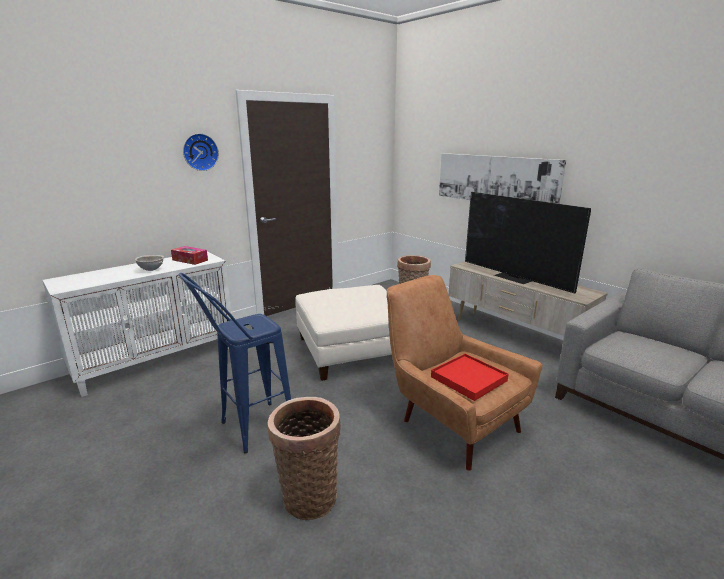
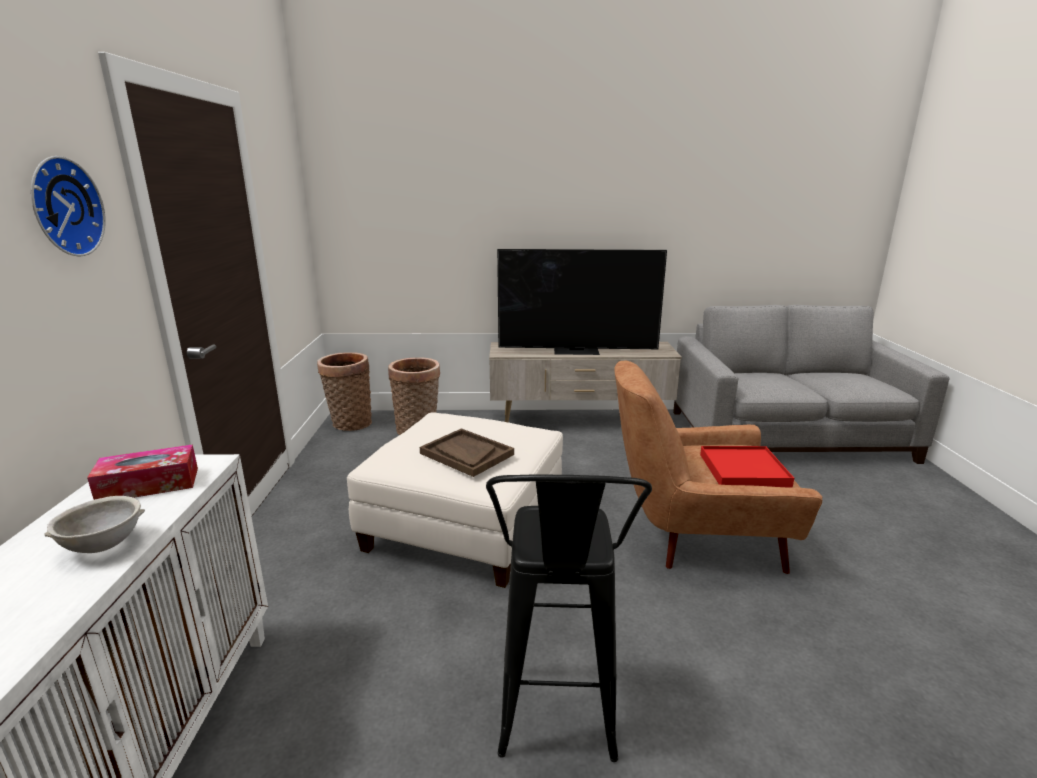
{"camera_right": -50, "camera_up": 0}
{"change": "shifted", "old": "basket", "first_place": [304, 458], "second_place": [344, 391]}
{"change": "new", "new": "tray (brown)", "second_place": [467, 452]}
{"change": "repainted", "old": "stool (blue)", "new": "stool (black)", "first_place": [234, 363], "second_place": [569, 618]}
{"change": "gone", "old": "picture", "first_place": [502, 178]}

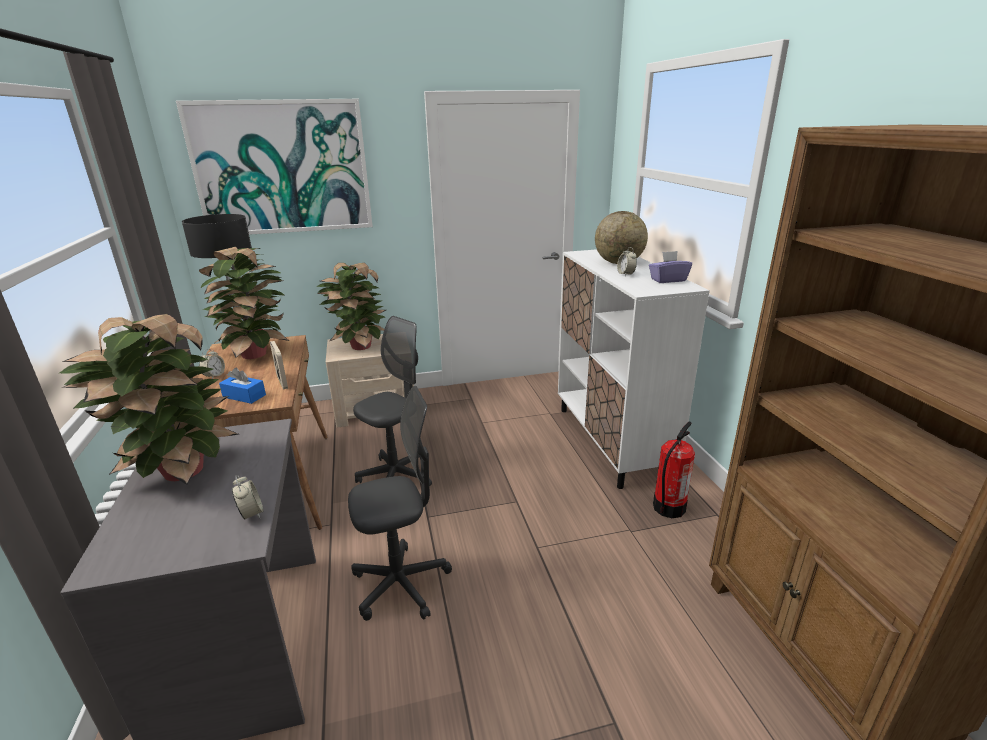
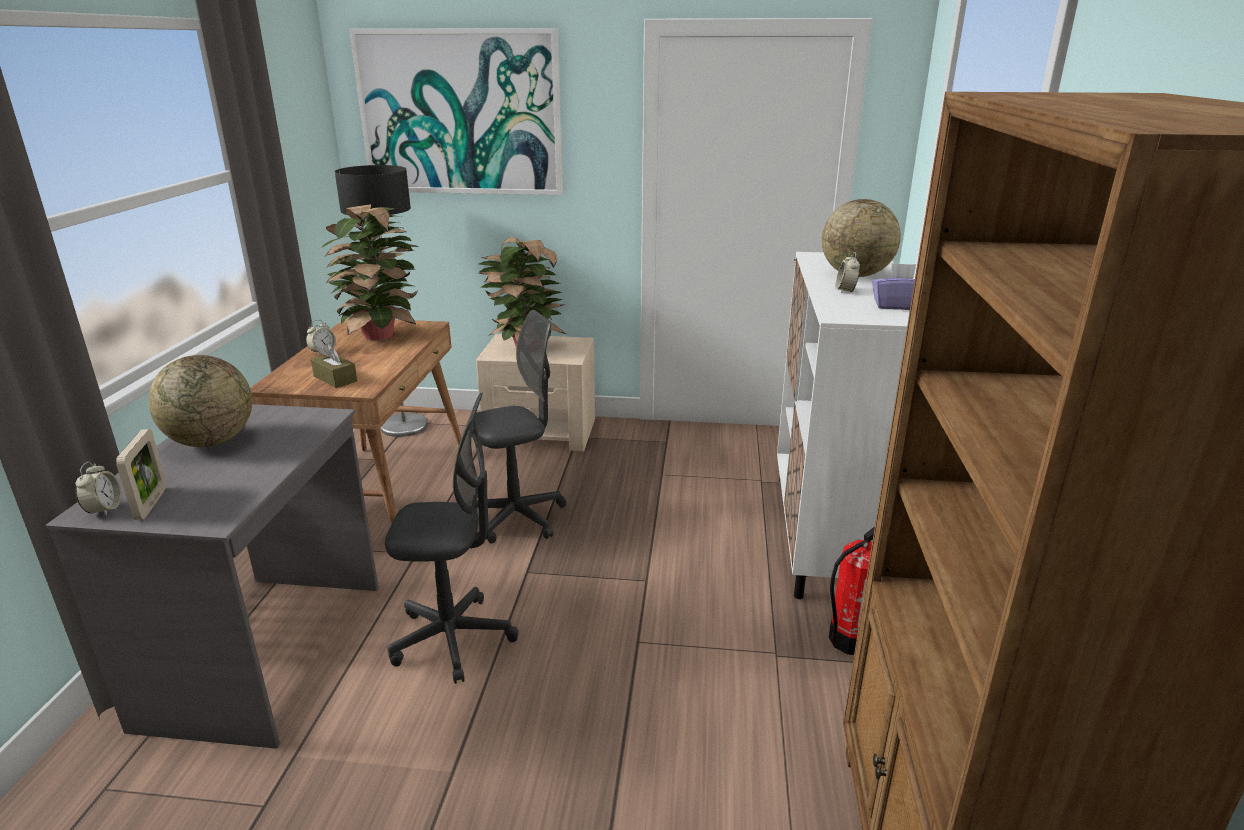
{"camera_right": 20, "camera_up": 0}
{"change": "shifted", "old": "alarm clock", "first_place": [247, 497], "second_place": [98, 489]}
{"change": "shifted", "old": "picture frame", "first_place": [279, 365], "second_place": [141, 474]}
{"change": "swapped", "old": "potted plant", "new": "globe", "first_place": [148, 399], "second_place": [200, 401]}
{"change": "repainted", "old": "tissue box (blue)", "new": "tissue box (brown)", "first_place": [242, 386], "second_place": [334, 366]}

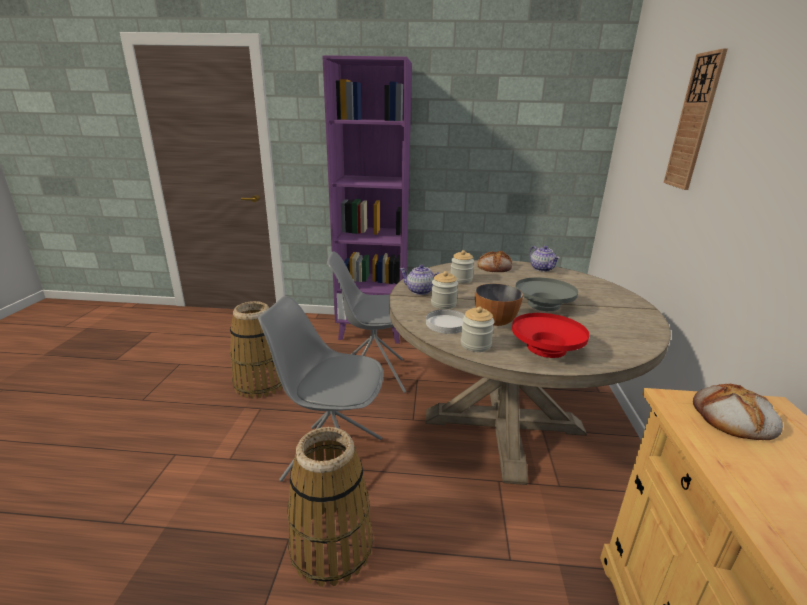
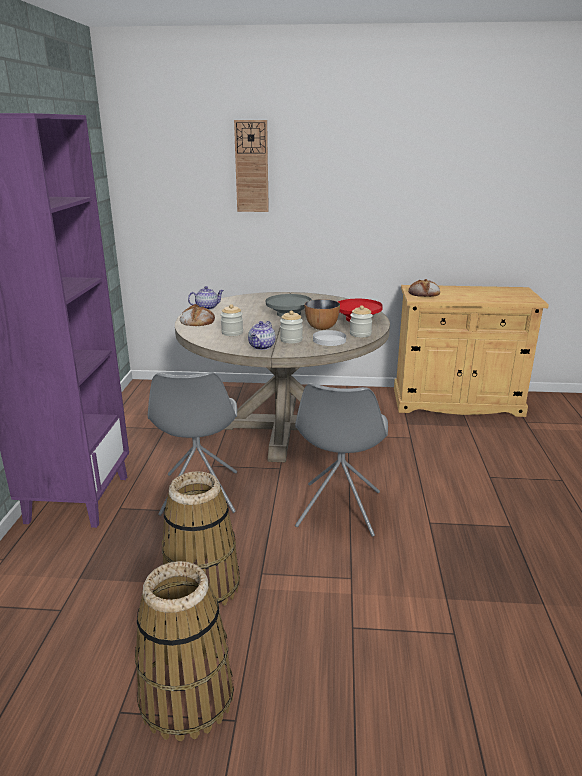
{"camera_right": -90, "camera_up": 0}
{"change": "shifted", "old": "basket", "first_place": [330, 507], "second_place": [184, 651]}

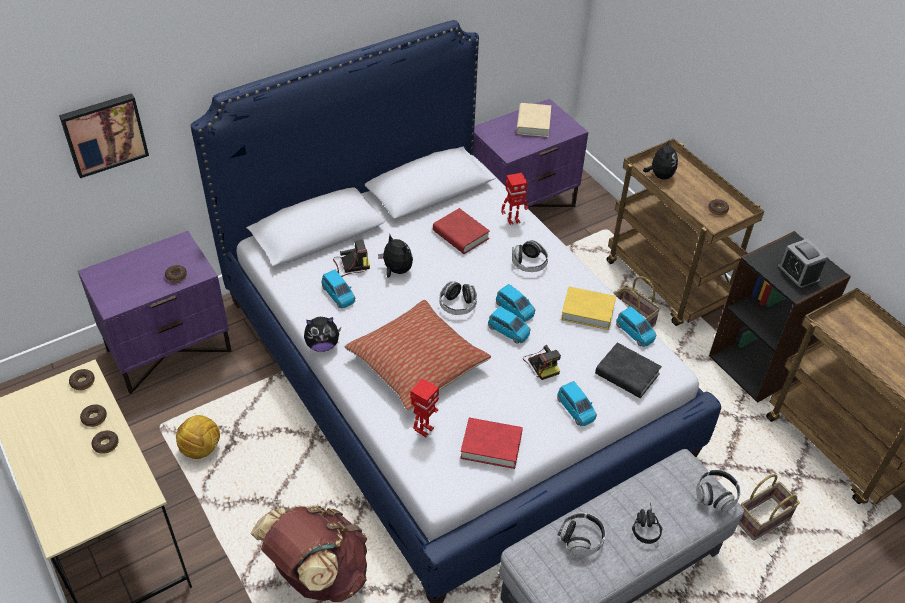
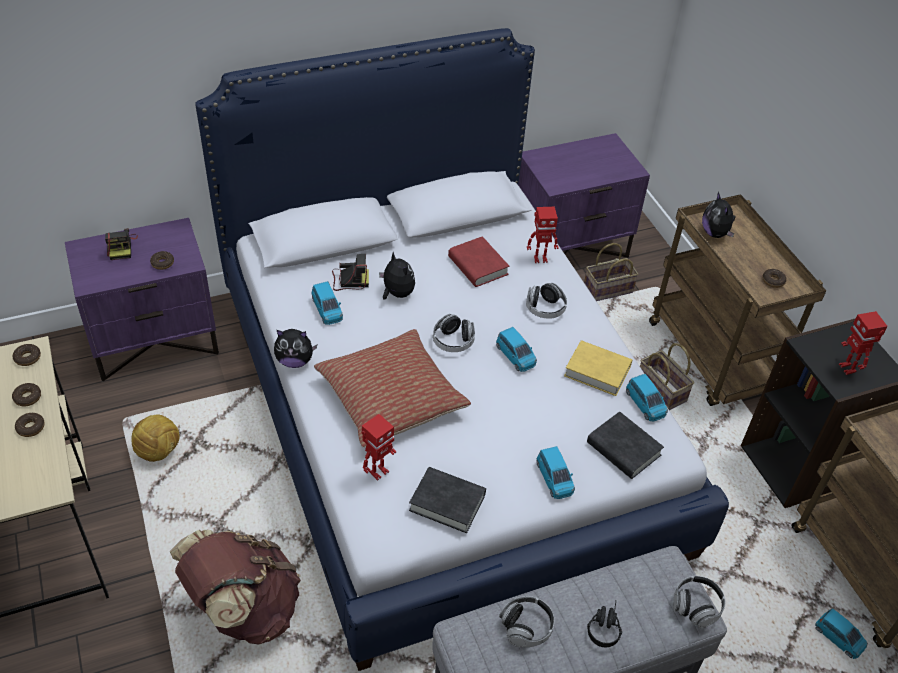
{"camera_right": 10, "camera_up": 0}
{"change": "shifted", "old": "photo camera", "first_place": [542, 362], "second_place": [121, 244]}
{"change": "repainted", "old": "book (red)", "new": "book (black)", "first_place": [491, 443], "second_place": [447, 500]}
{"change": "shifted", "old": "basket", "first_place": [769, 507], "second_place": [611, 272]}
{"change": "rotated", "old": "plush toy", "first_place": [660, 159], "second_place": [719, 215], "degrees": 150}
{"change": "shifted", "old": "toy car (blue)", "first_place": [509, 325], "second_place": [841, 633]}
{"change": "swapped", "old": "alarm clock", "new": "toy robot", "first_place": [802, 264], "second_place": [863, 343]}
{"change": "gone", "old": "picture", "first_place": [104, 135]}
{"change": "gone", "old": "book (beige)", "first_place": [533, 120]}

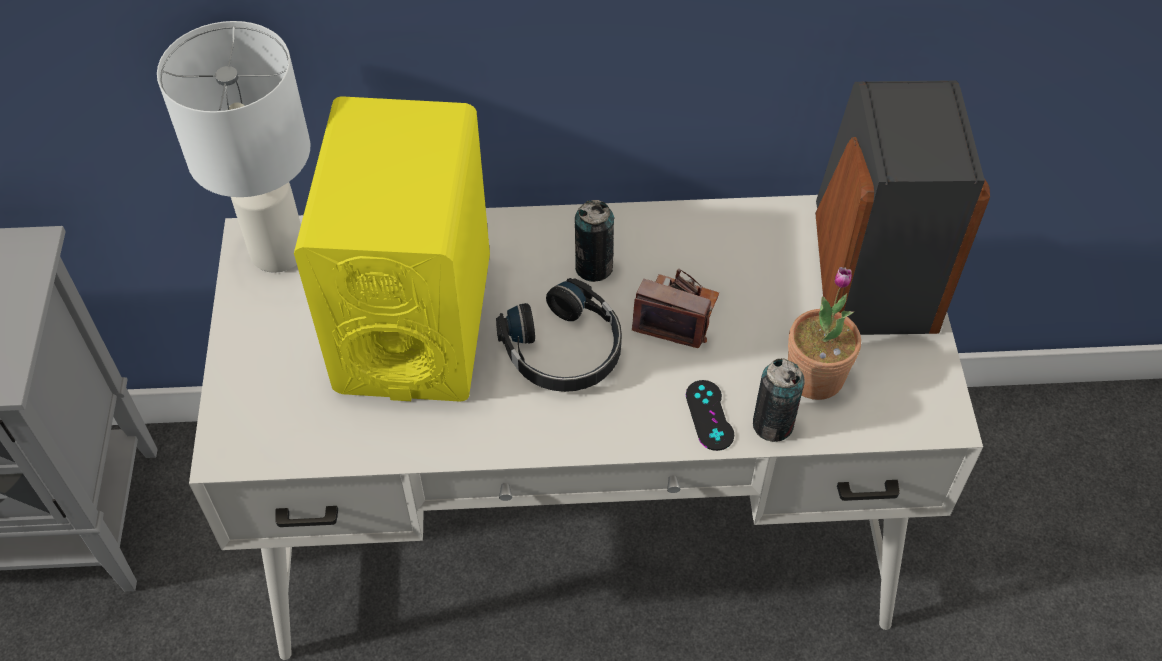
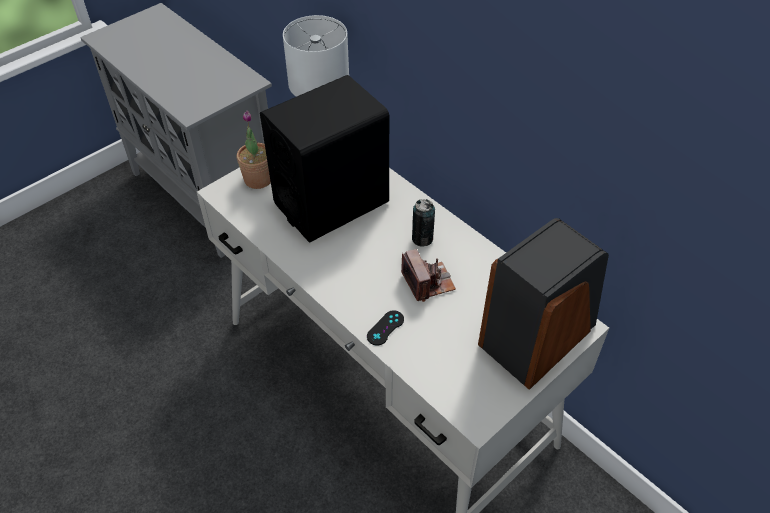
{"camera_right": 50, "camera_up": -5}
{"change": "shifted", "old": "potted plant", "first_place": [824, 333], "second_place": [254, 149]}
{"change": "repainted", "old": "speaker (yellow)", "new": "speaker (black)", "first_place": [392, 249], "second_place": [324, 158]}
{"change": "gone", "old": "headphones (black)", "first_place": [559, 335]}
{"change": "gone", "old": "can", "first_place": [779, 400]}

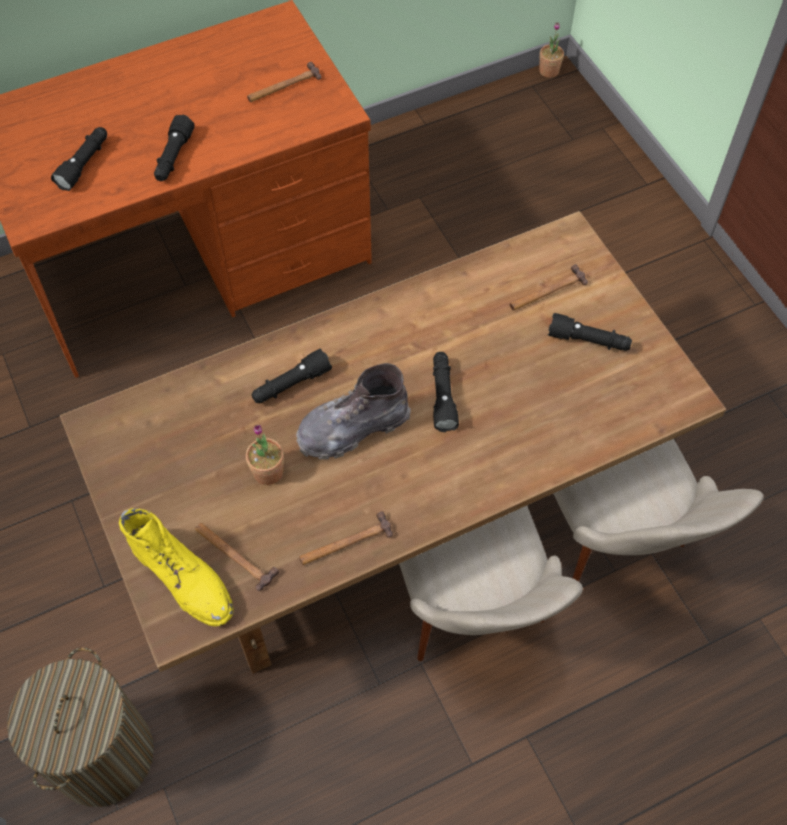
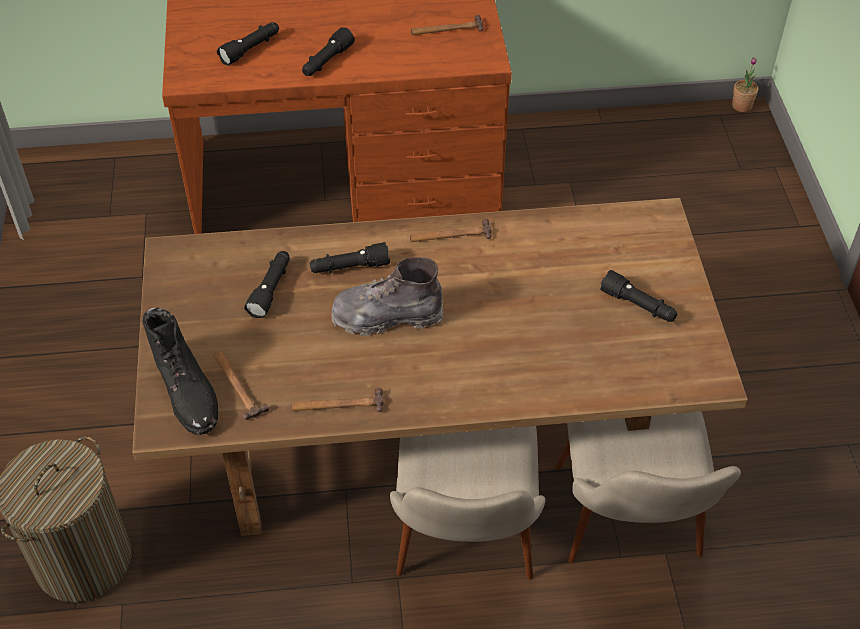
{"camera_right": 20, "camera_up": -10}
{"change": "repainted", "old": "boot (yellow)", "new": "boot (black)", "first_place": [176, 567], "second_place": [180, 371]}
{"change": "shifted", "old": "flashlight (black)", "first_place": [446, 392], "second_place": [267, 284]}
{"change": "shifted", "old": "hammer", "first_place": [549, 287], "second_place": [450, 230]}
{"change": "gone", "old": "potted plant", "first_place": [265, 455]}

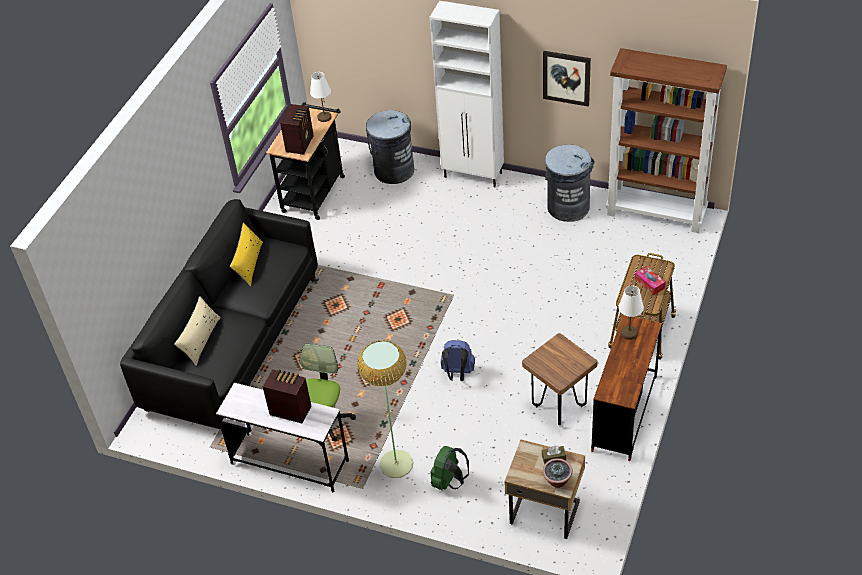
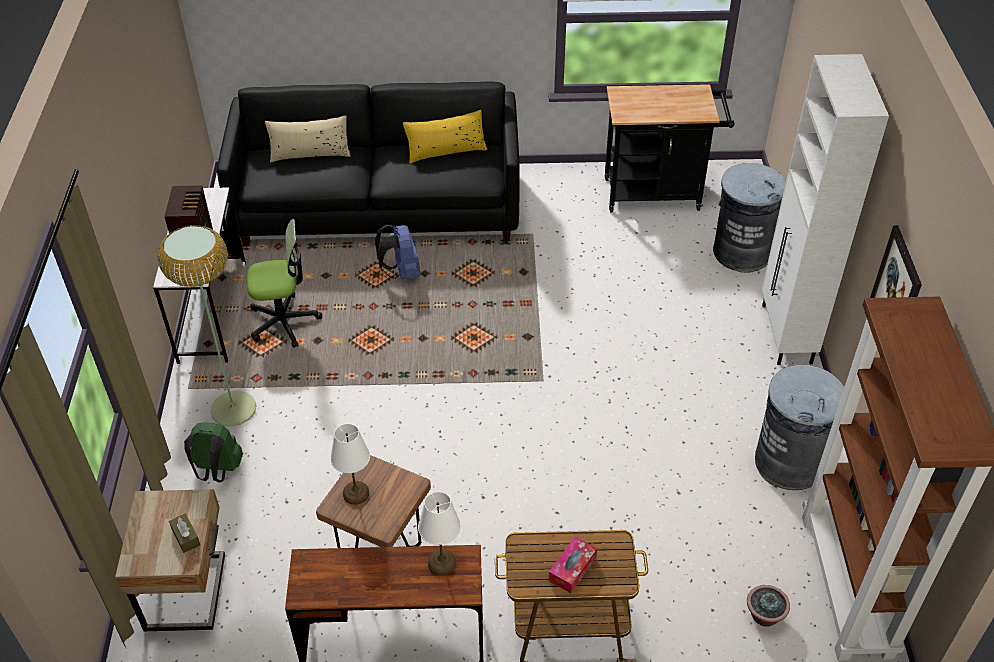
{"camera_right": 65, "camera_up": 0}
{"change": "shifted", "old": "table lamp (white)", "first_place": [321, 97], "second_place": [350, 464]}
{"change": "shifted", "old": "backpack (blue)", "first_place": [458, 360], "second_place": [398, 252]}
{"change": "shifted", "old": "potted plant", "first_place": [557, 473], "second_place": [768, 606]}
{"change": "gone", "old": "radio", "first_place": [297, 129]}

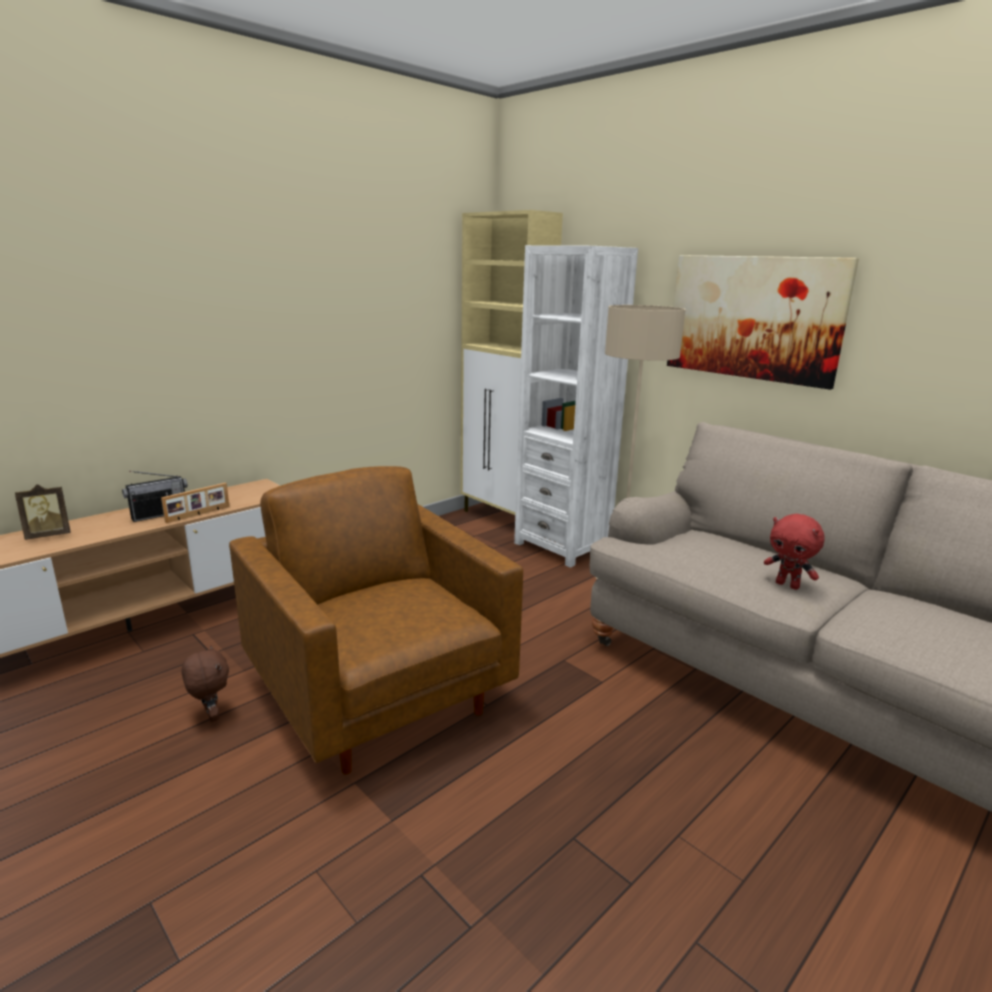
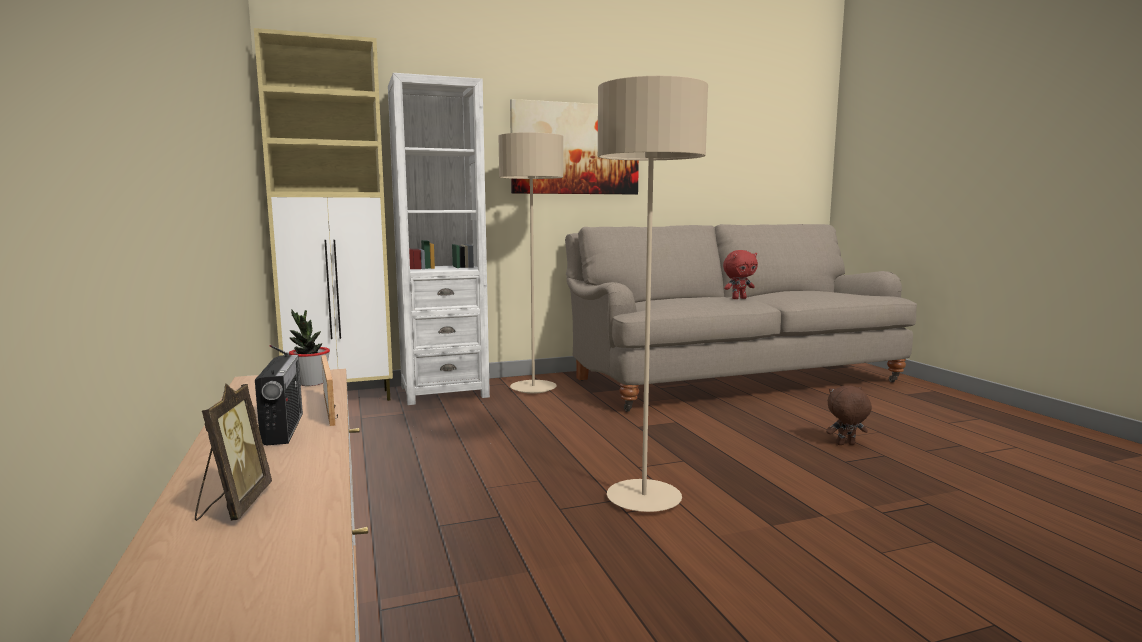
{"camera_right": -65, "camera_up": -10}
{"change": "new", "new": "potted plant", "second_place": [309, 348]}
{"change": "swapped", "old": "armchair (brown)", "new": "floor lamp (beige)", "first_place": [376, 620], "second_place": [652, 294]}
{"change": "shifted", "old": "plush toy (brown)", "first_place": [205, 683], "second_place": [849, 415]}

